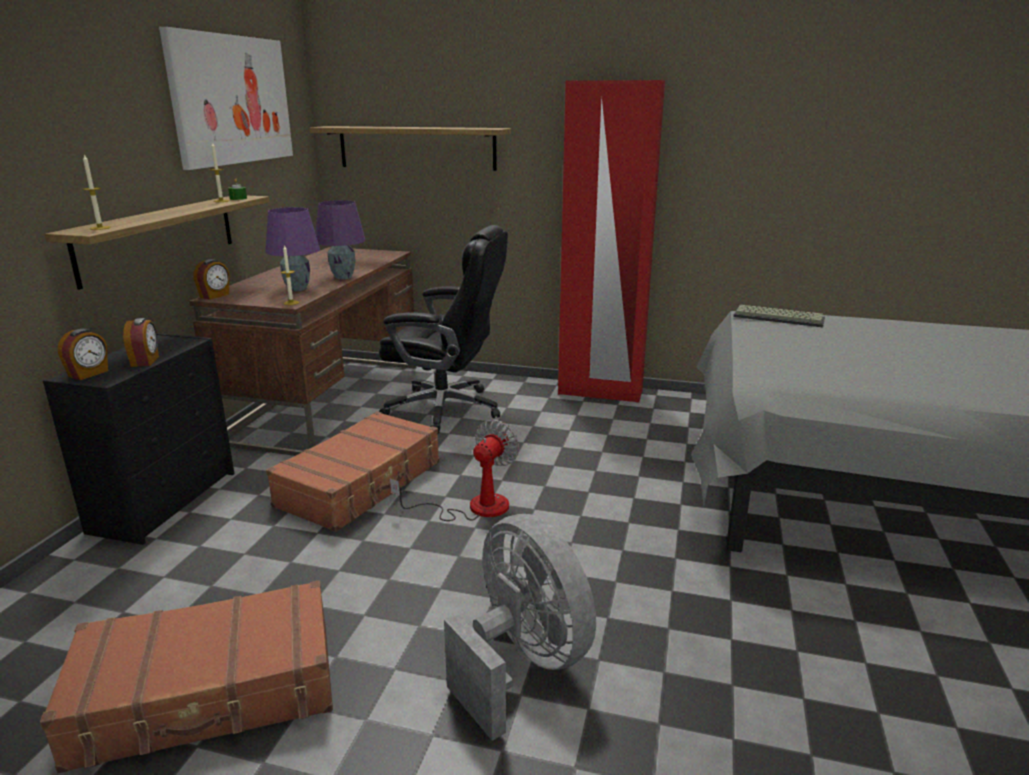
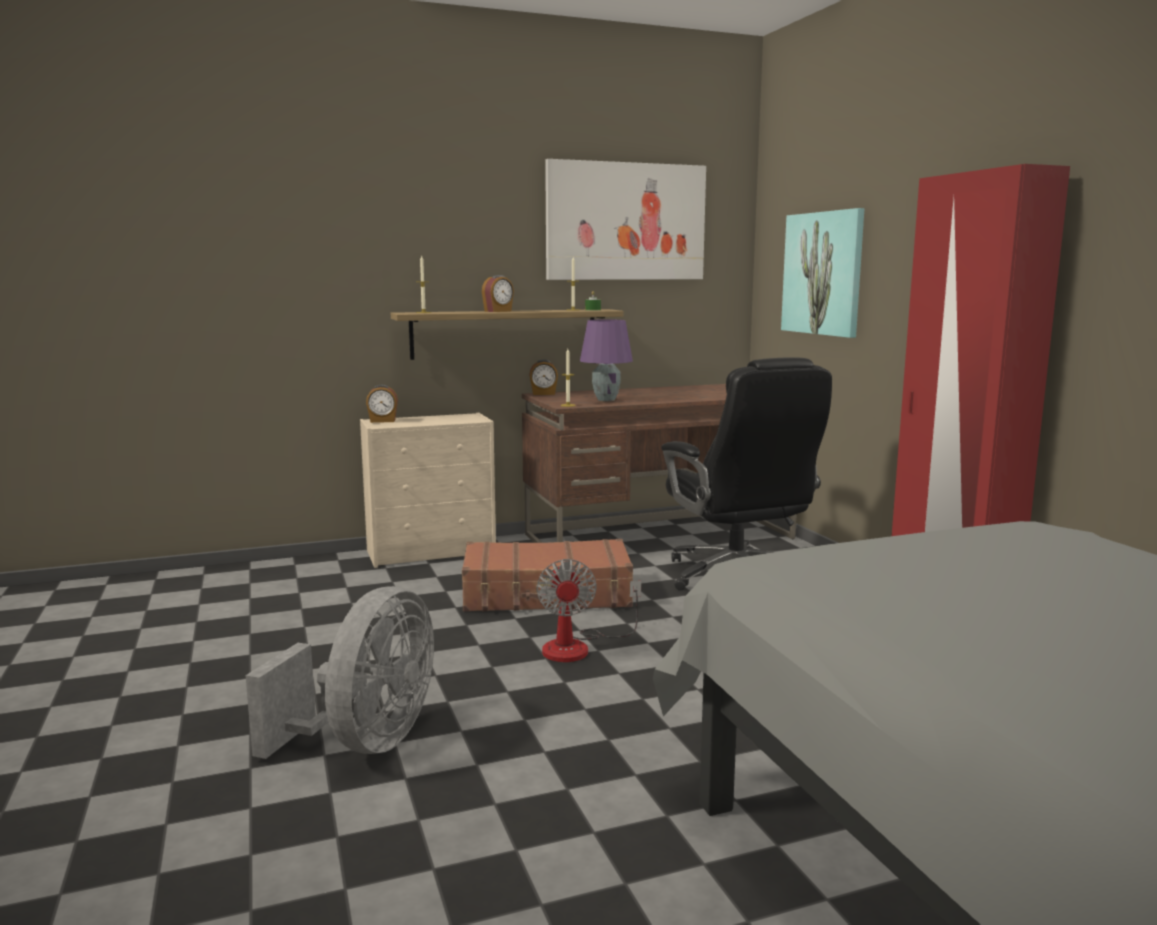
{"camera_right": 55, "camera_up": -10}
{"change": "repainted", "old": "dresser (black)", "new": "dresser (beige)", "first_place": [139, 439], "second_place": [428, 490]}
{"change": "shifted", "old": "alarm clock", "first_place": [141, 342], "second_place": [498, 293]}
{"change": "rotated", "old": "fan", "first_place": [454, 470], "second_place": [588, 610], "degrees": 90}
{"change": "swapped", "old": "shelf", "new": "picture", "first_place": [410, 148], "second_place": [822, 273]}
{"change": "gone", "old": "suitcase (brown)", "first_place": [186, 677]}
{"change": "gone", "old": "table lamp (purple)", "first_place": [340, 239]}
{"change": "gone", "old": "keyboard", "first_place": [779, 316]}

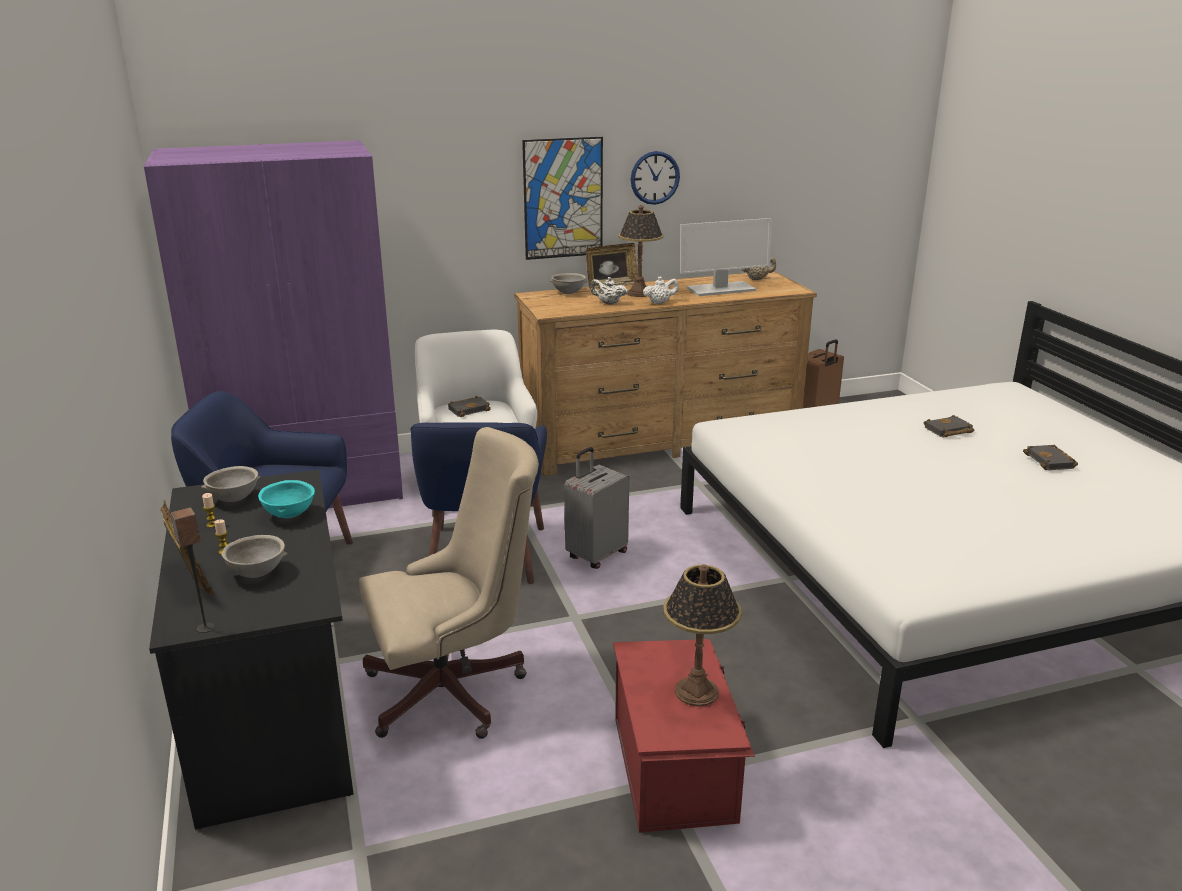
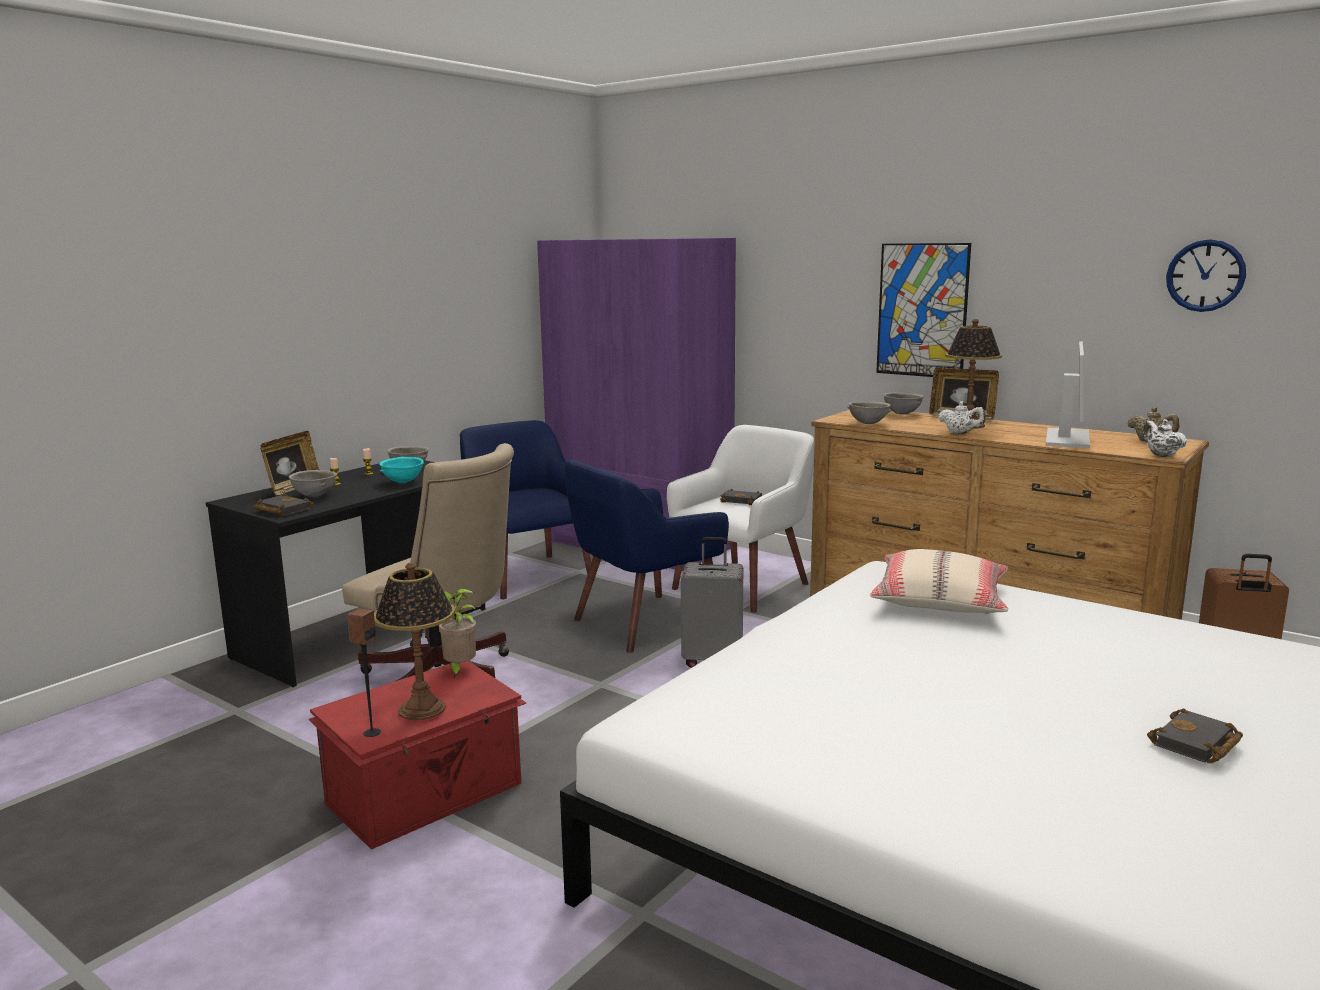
{"camera_right": 55, "camera_up": -10}
{"change": "shifted", "old": "book (black)", "first_place": [948, 426], "second_place": [283, 504]}
{"change": "shifted", "old": "speaker", "first_place": [193, 570], "second_place": [364, 672]}
{"change": "new", "new": "potted plant", "second_place": [457, 633]}
{"change": "new", "new": "bowl (grey)", "second_place": [869, 412]}
{"change": "new", "new": "pillow (beige)", "second_place": [939, 582]}
{"change": "rotated", "old": "monitor", "first_place": [726, 257], "second_place": [1068, 394], "degrees": -105}
{"change": "shifted", "old": "teapot (white)", "first_place": [608, 291], "second_place": [1165, 438]}
{"change": "shifted", "old": "wall clock", "first_place": [655, 178], "second_place": [1206, 275]}

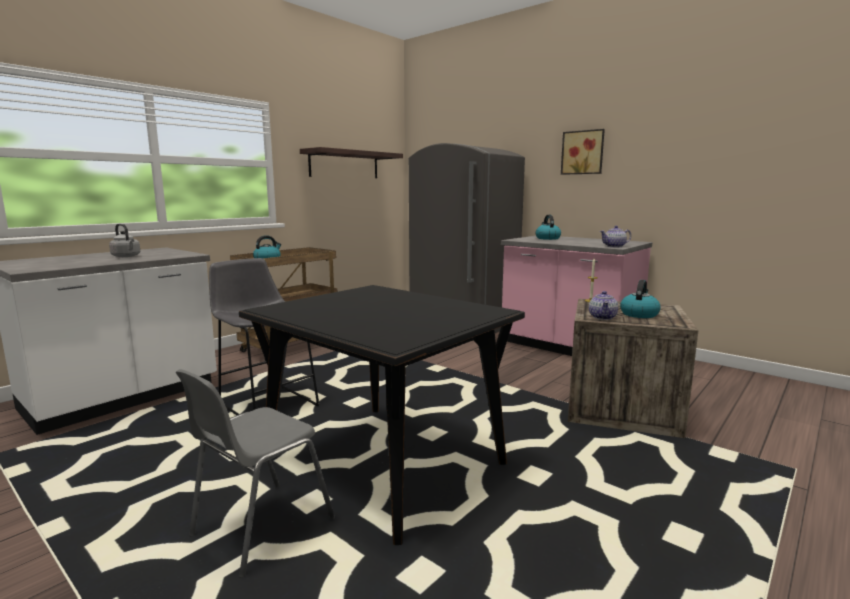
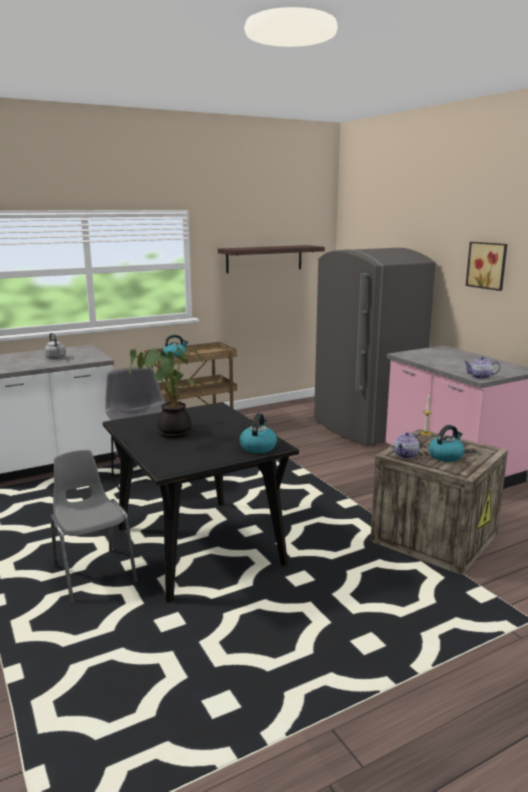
{"camera_right": 20, "camera_up": 5}
{"change": "rotated", "old": "chair (grey)", "first_place": [255, 473], "second_place": [93, 526], "degrees": 90}
{"change": "new", "new": "potted plant", "second_place": [166, 391]}
{"change": "shifted", "old": "kettle", "first_place": [548, 227], "second_place": [258, 433]}

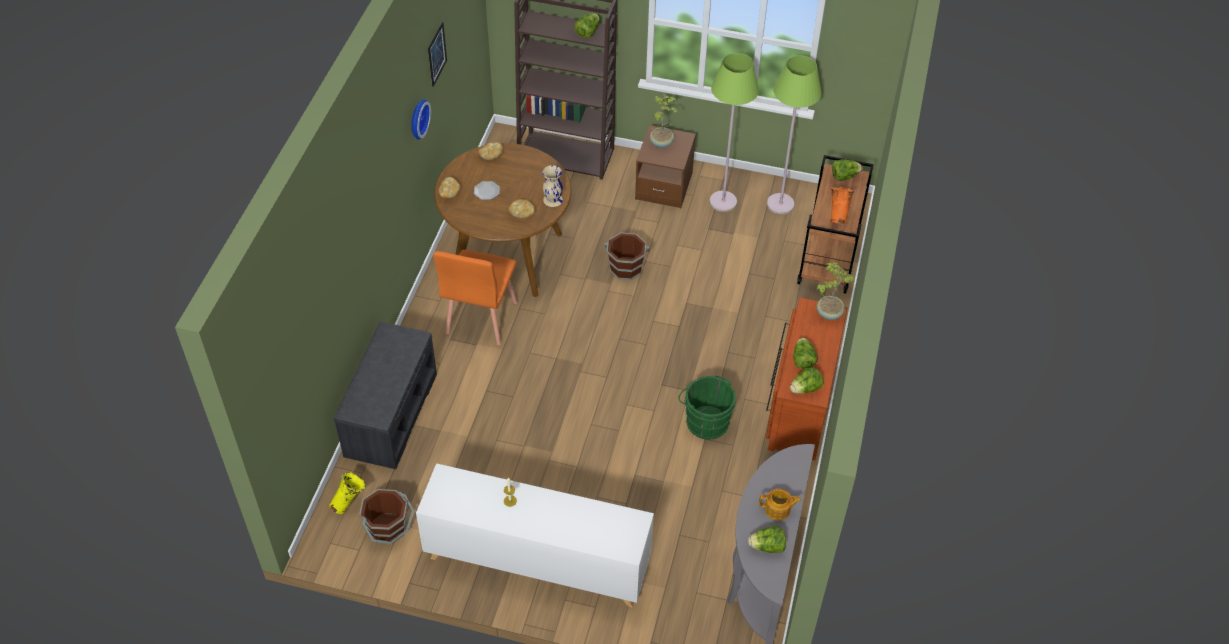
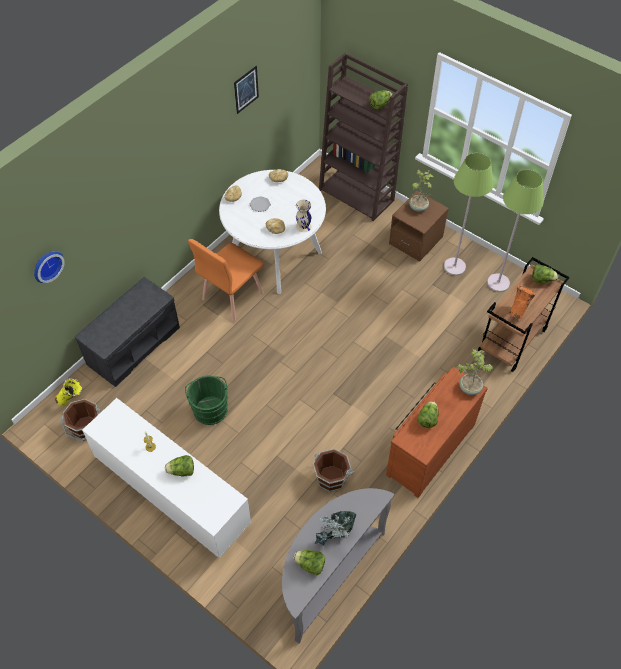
{"camera_right": 25, "camera_up": 5}
{"change": "shifted", "old": "wall clock", "first_place": [421, 119], "second_place": [49, 267]}
{"change": "shifted", "old": "lettuce", "first_place": [807, 380], "second_place": [179, 466]}
{"change": "shifted", "old": "bucket (green)", "first_place": [707, 408], "second_place": [206, 400]}
{"change": "repainted", "old": "dining table (brown)", "new": "dining table (white)", "first_place": [503, 220], "second_place": [272, 232]}
{"change": "shifted", "old": "bucket (brown)", "first_place": [627, 256], "second_place": [334, 470]}
{"change": "swapped", "old": "teapot", "new": "potted plant", "first_place": [780, 505], "second_place": [335, 528]}

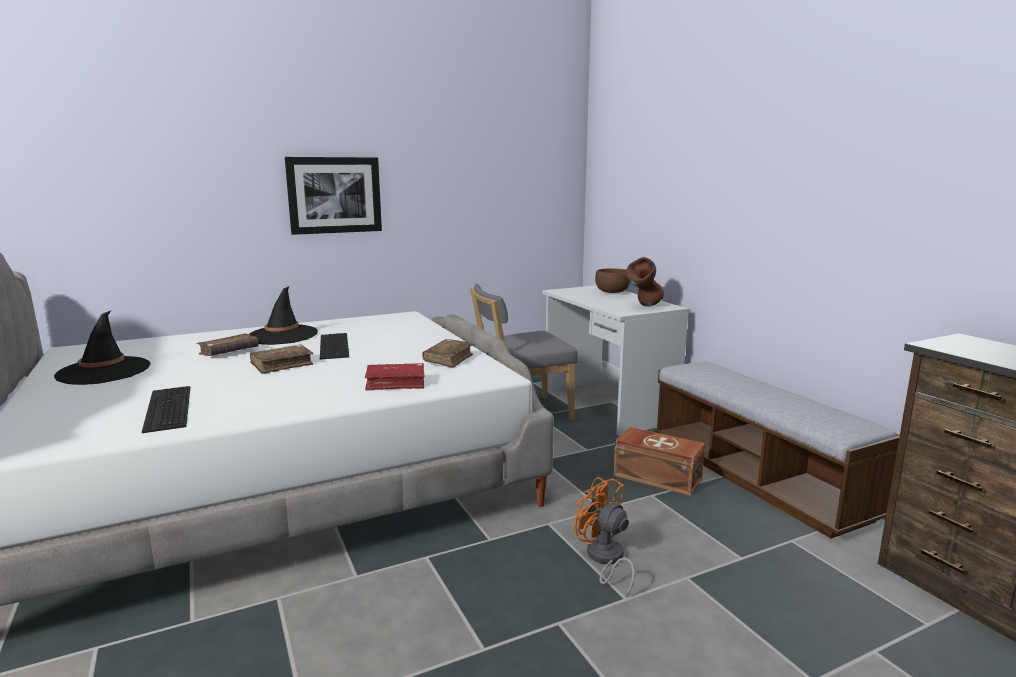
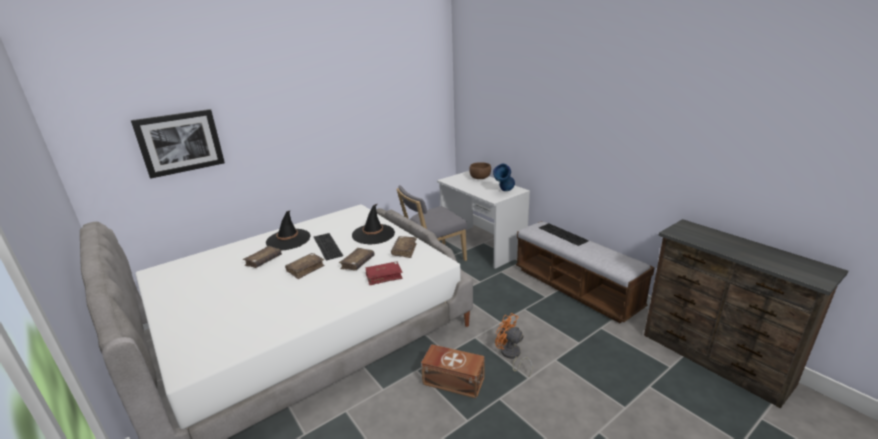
{"camera_right": -10, "camera_up": 10}
{"change": "shifted", "old": "picture", "first_place": [333, 196], "second_place": [178, 144]}
{"change": "new", "new": "book (brown)", "second_place": [356, 259]}
{"change": "shifted", "old": "hat (black)", "first_place": [102, 348], "second_place": [373, 224]}
{"change": "shifted", "old": "storage box (brown)", "first_place": [659, 461], "second_place": [453, 371]}
{"change": "repainted", "old": "vase (brown)", "new": "vase (blue)", "first_place": [645, 281], "second_place": [504, 177]}
{"change": "shifted", "old": "keyboard", "first_place": [166, 409], "second_place": [564, 234]}

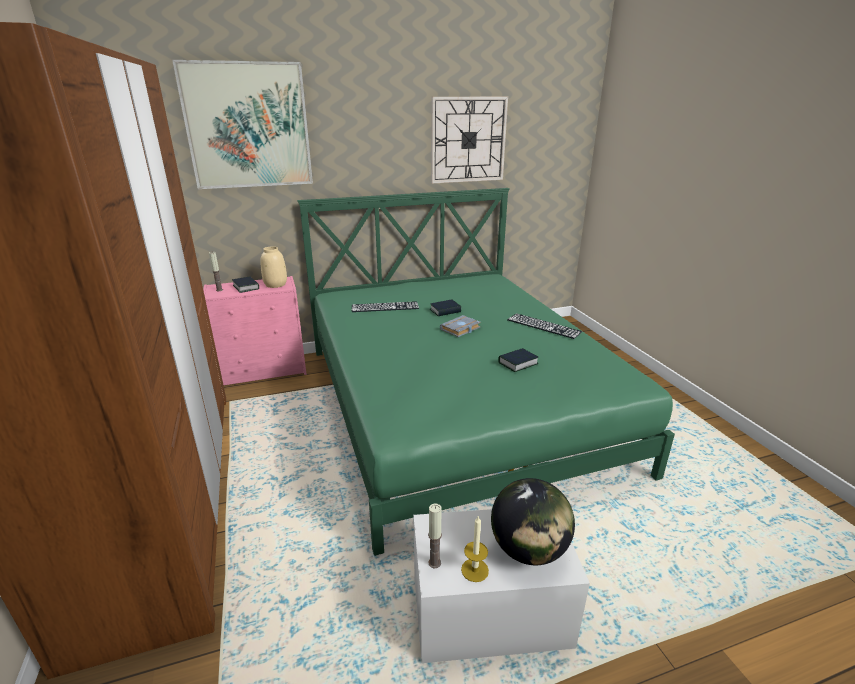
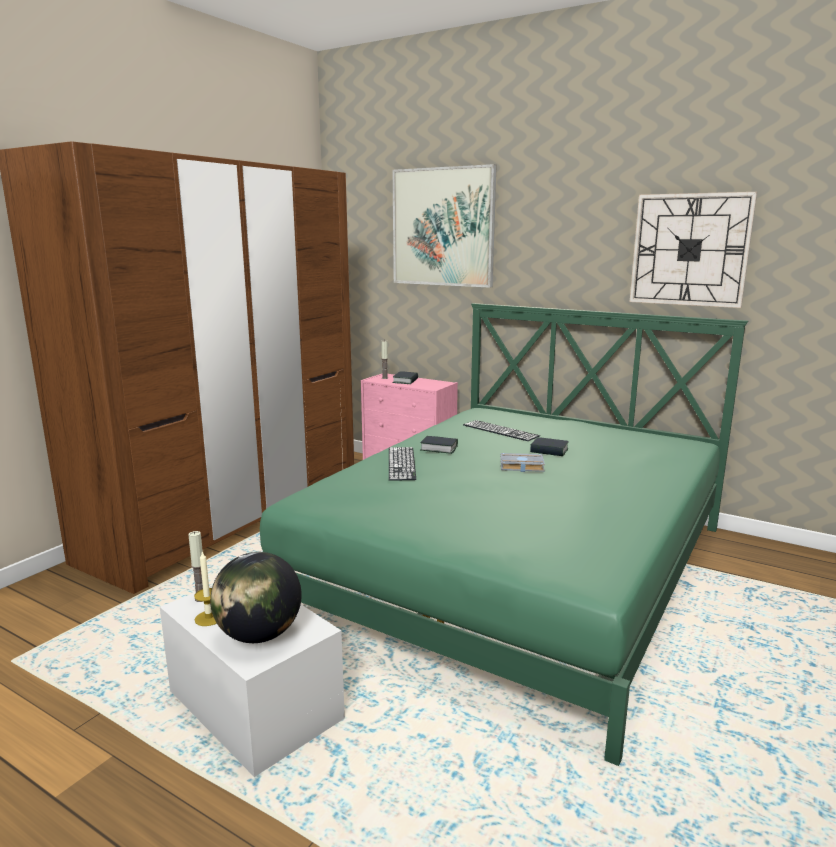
{"camera_right": 50, "camera_up": -10}
{"change": "shifted", "old": "keyboard", "first_place": [544, 326], "second_place": [402, 464]}
{"change": "shifted", "old": "book", "first_place": [518, 360], "second_place": [439, 445]}
{"change": "gone", "old": "vase (beige)", "first_place": [274, 267]}

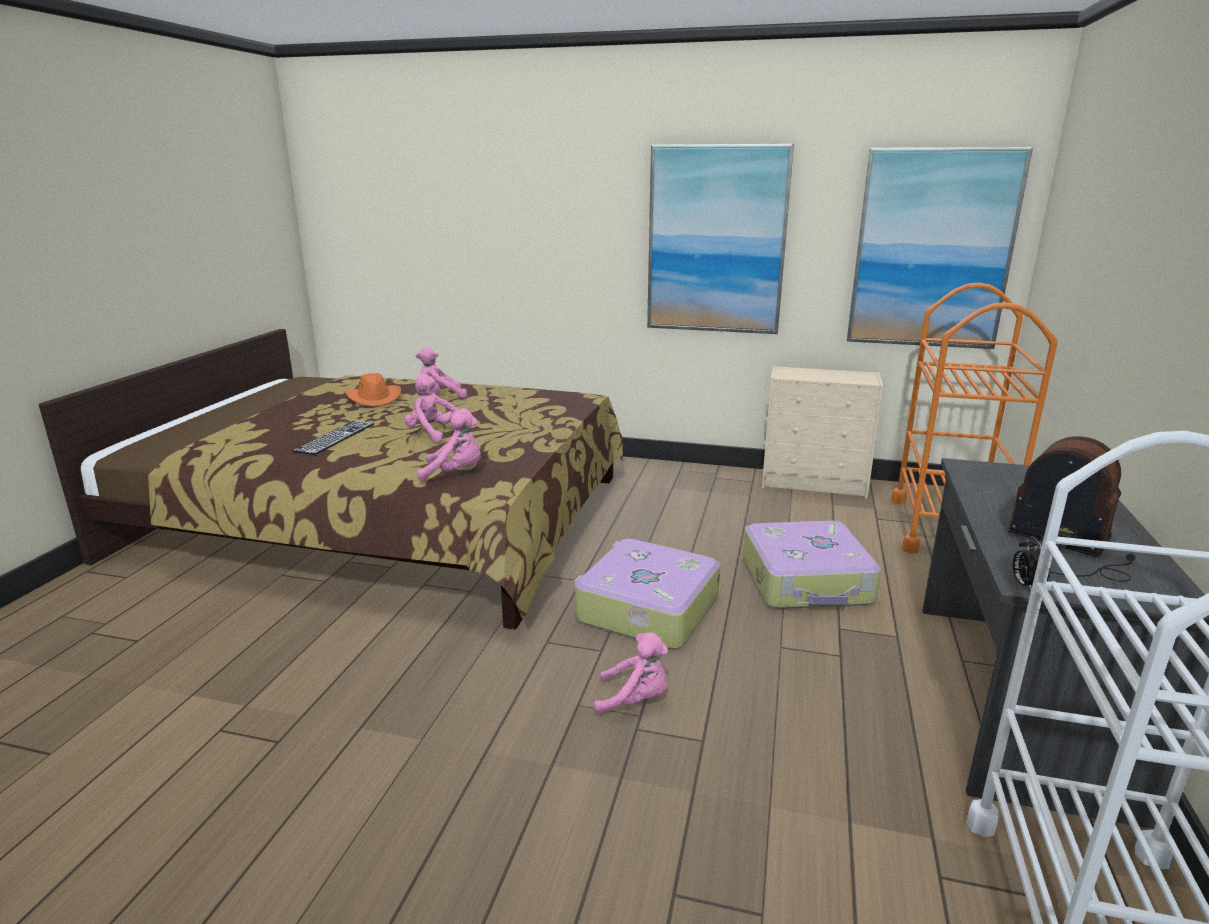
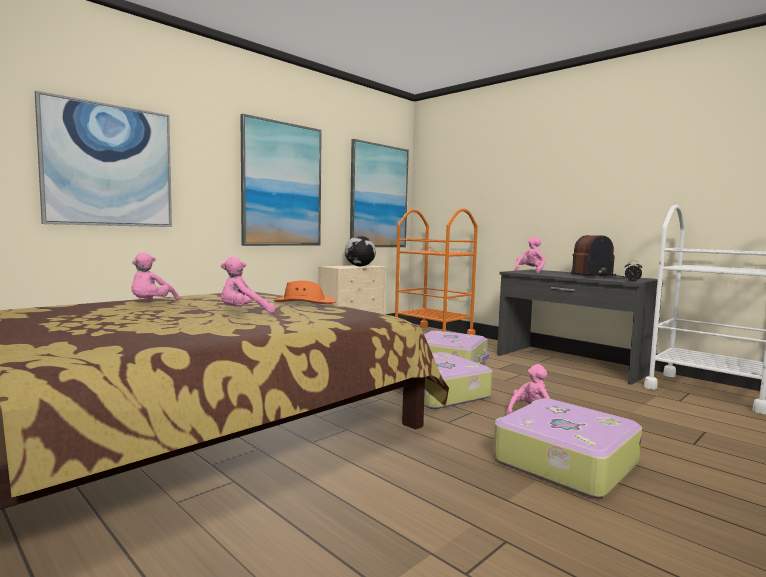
{"camera_right": -60, "camera_up": -15}
{"change": "new", "new": "picture", "second_place": [103, 159]}
{"change": "shifted", "old": "hat (orange)", "first_place": [373, 389], "second_place": [305, 292]}
{"change": "new", "new": "globe", "second_place": [360, 251]}
{"change": "new", "new": "suitcase", "second_place": [567, 448]}
{"change": "shifted", "old": "plush toy (pink)", "first_place": [449, 445], "second_place": [530, 255]}
{"change": "gone", "old": "keyboard", "first_place": [333, 438]}

